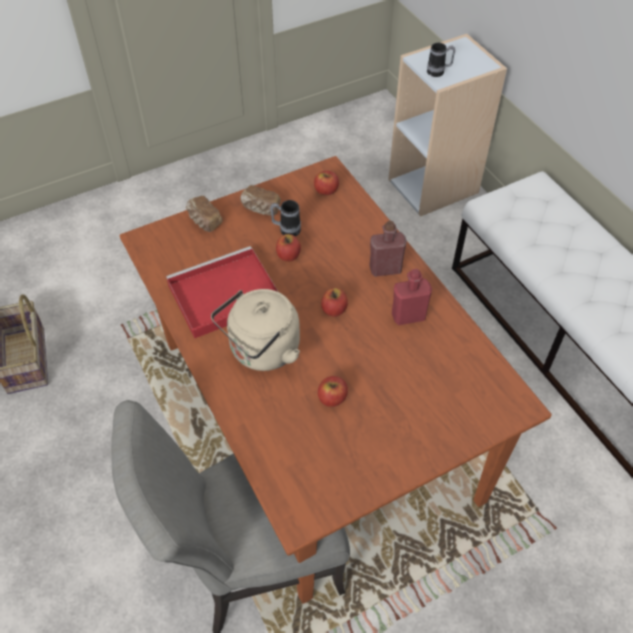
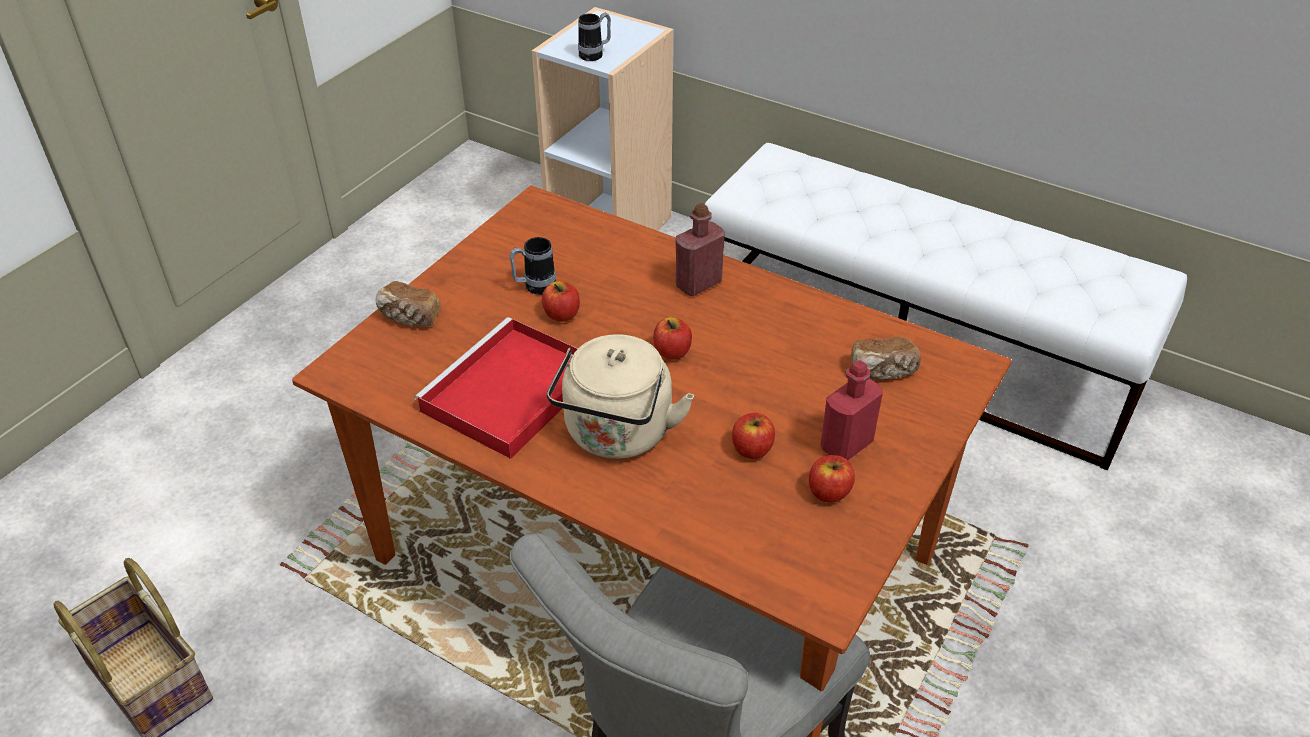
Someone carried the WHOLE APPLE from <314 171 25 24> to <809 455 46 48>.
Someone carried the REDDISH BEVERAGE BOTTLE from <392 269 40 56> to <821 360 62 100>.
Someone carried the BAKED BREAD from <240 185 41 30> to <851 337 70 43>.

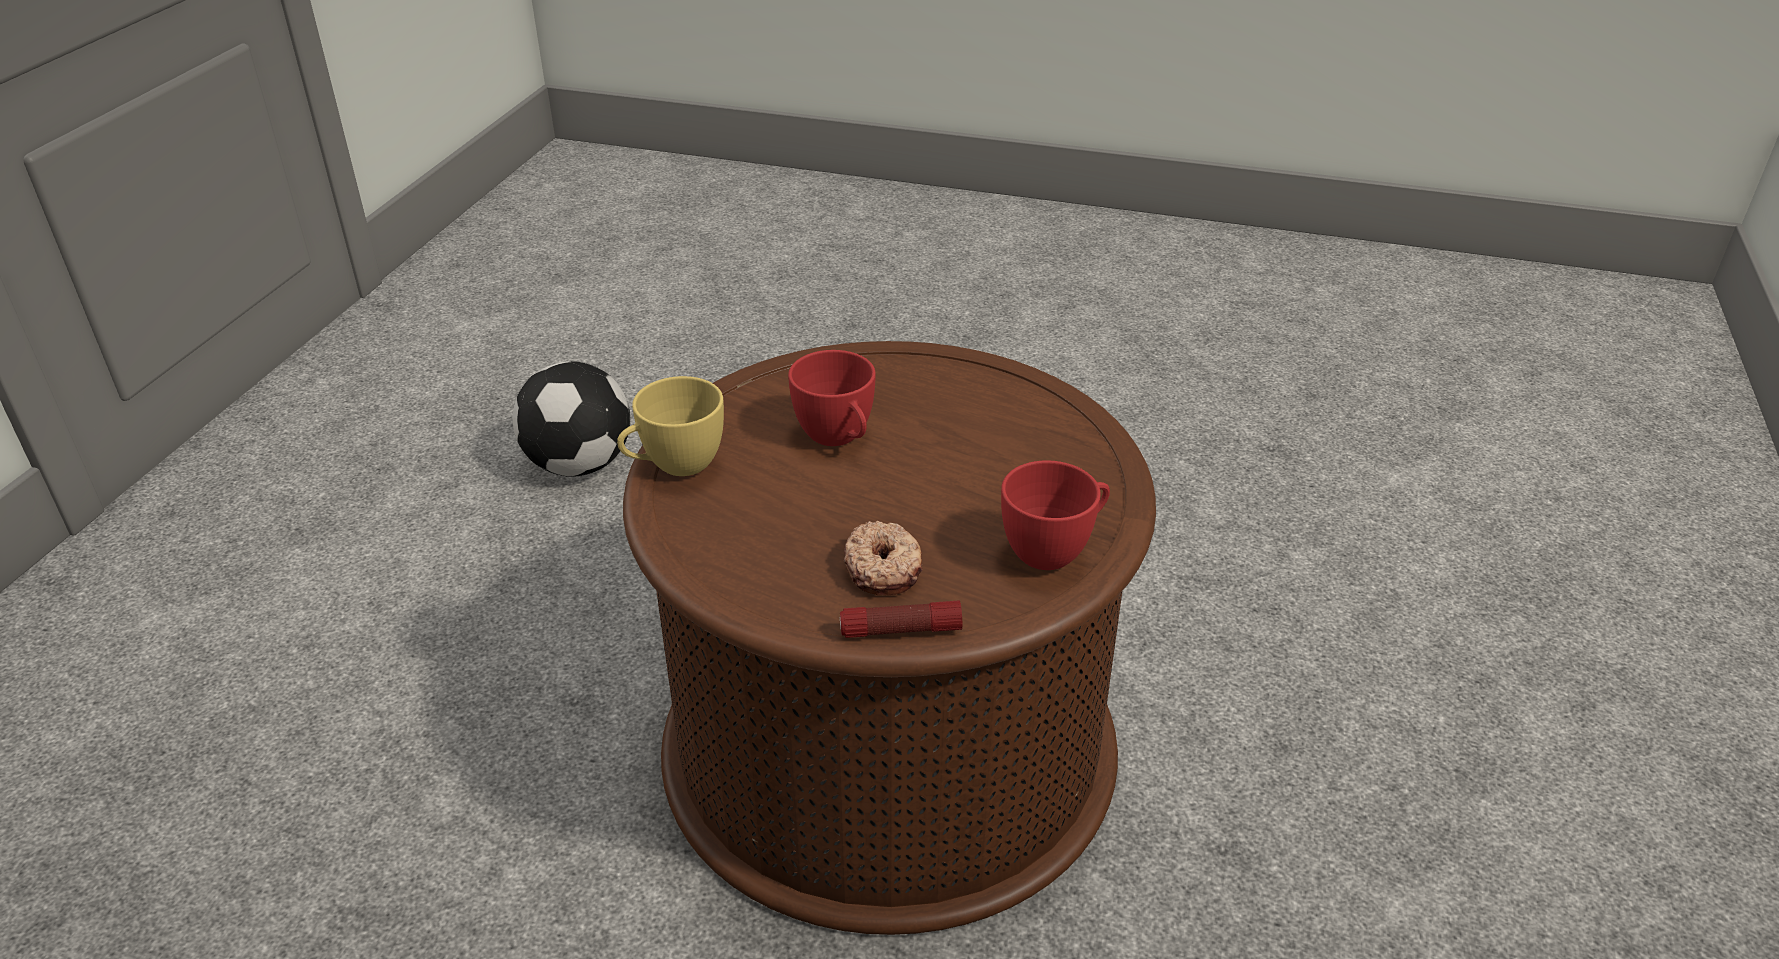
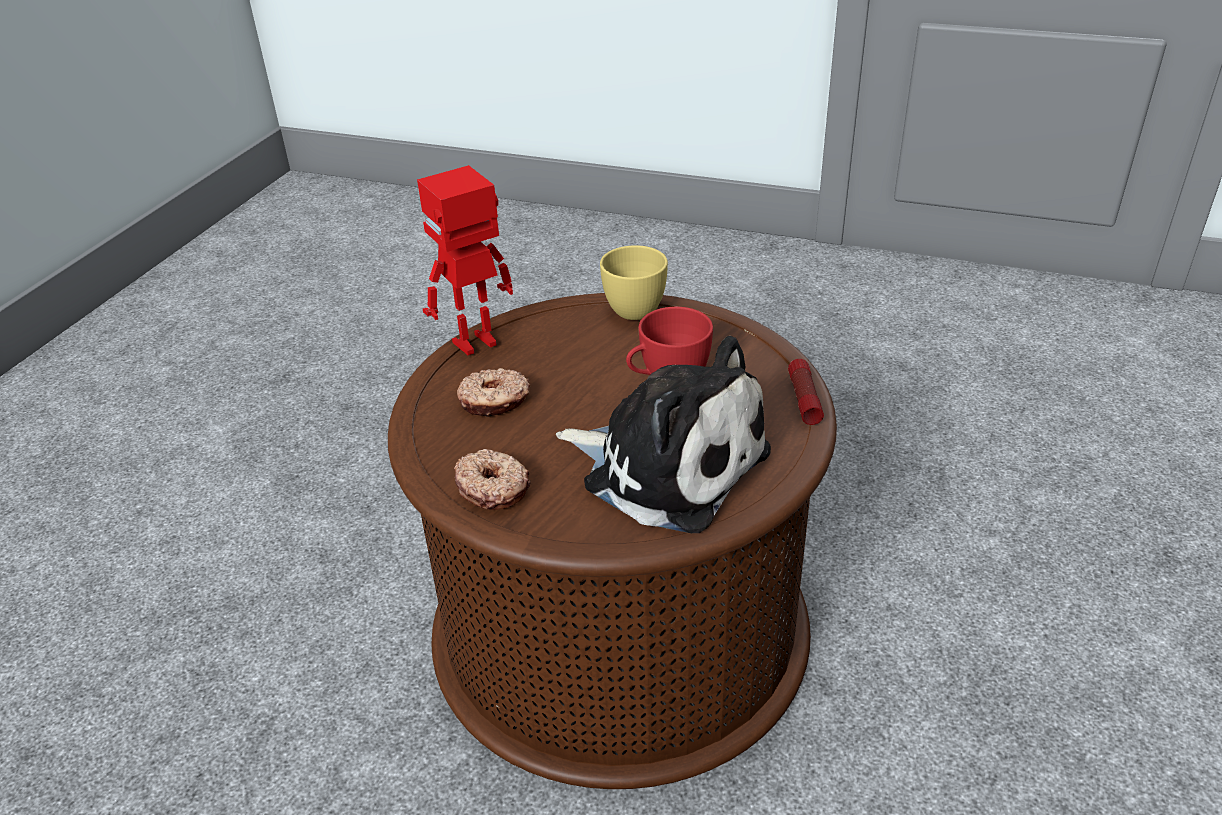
Someone put down the MODEL ROBOT at <417 165 96 190>.
Someone swapped the REDDISH CUP at <1001 460 109 110> for the RING DOUGHNUT at <454 449 77 61>.
Someone put down the PLUSH TOY at <556 336 215 197>.
Someone carried the TORCH from <840 601 122 37> to <788 359 36 66>.
Someone took away the BALL FOR FOOTBALL at <513 361 117 116>.

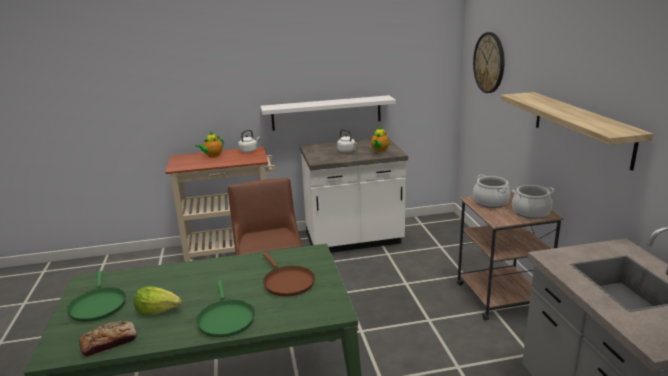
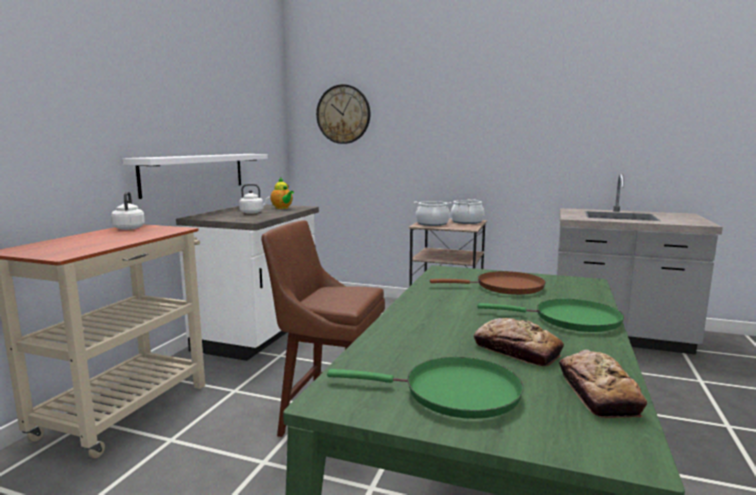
Someone swapped the LETTUCE HEAD at <134 286 48 29> for the BAKED BREAD at <474 318 90 48>.
Someone took away the TEA POT at <195 131 29 26>.
Someone took away the WALL SHELF at <501 92 152 79>.

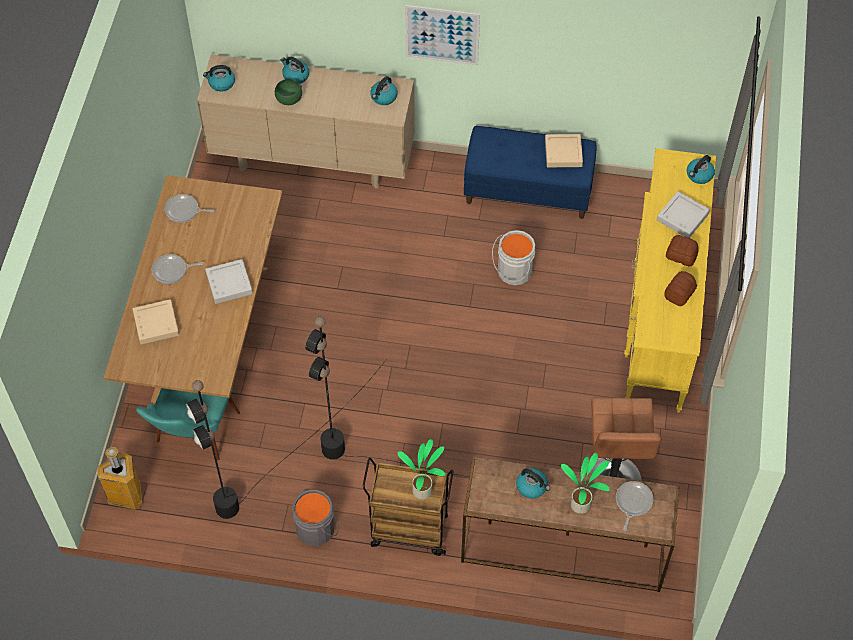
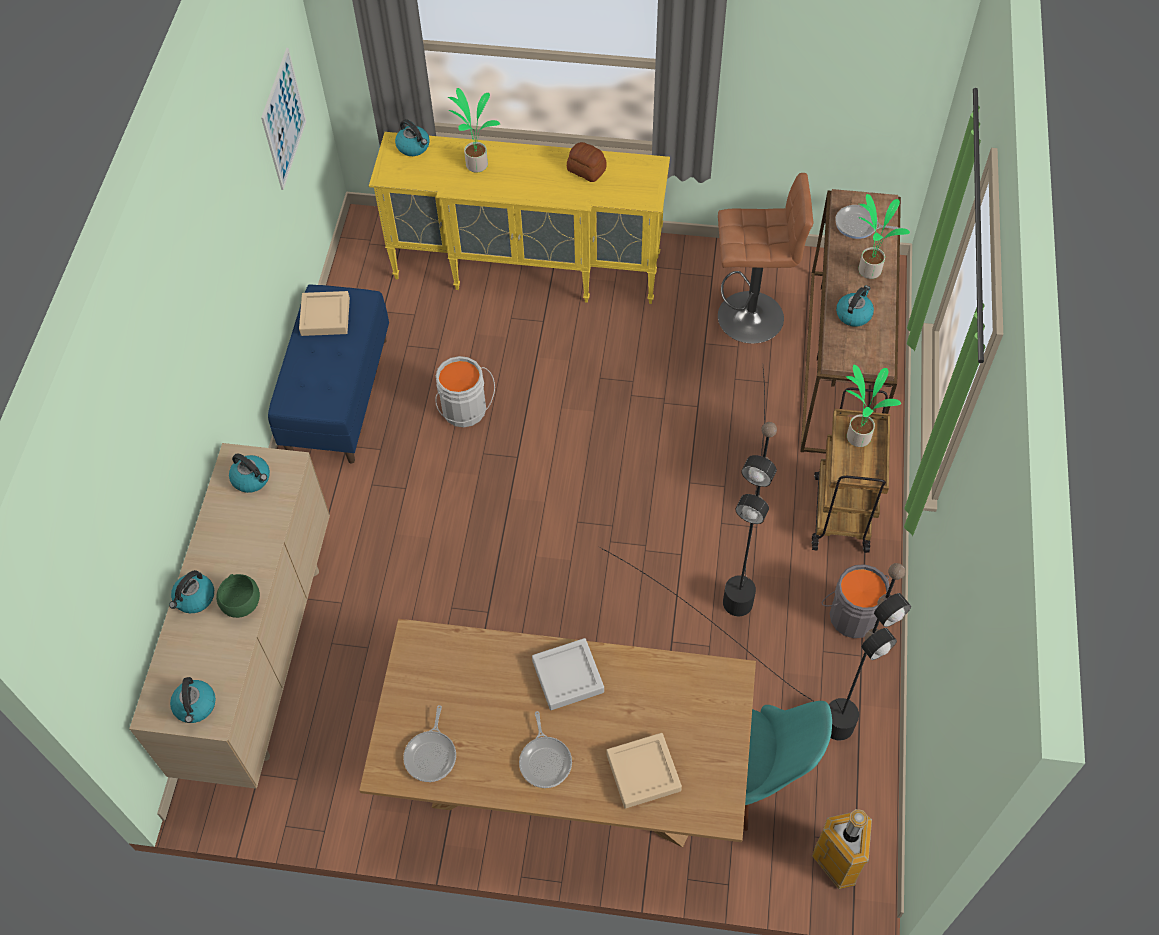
Someone carried the WALL PICTURE from <405 5 75 60> to <261 48 46 142>.
Someone swapped the GRAY SERVING TRAY at <657 191 53 47> for the POTTED PLANT at <447 88 53 85>.
Someone took away the BAKED BREAD at <666 235 33 31>.

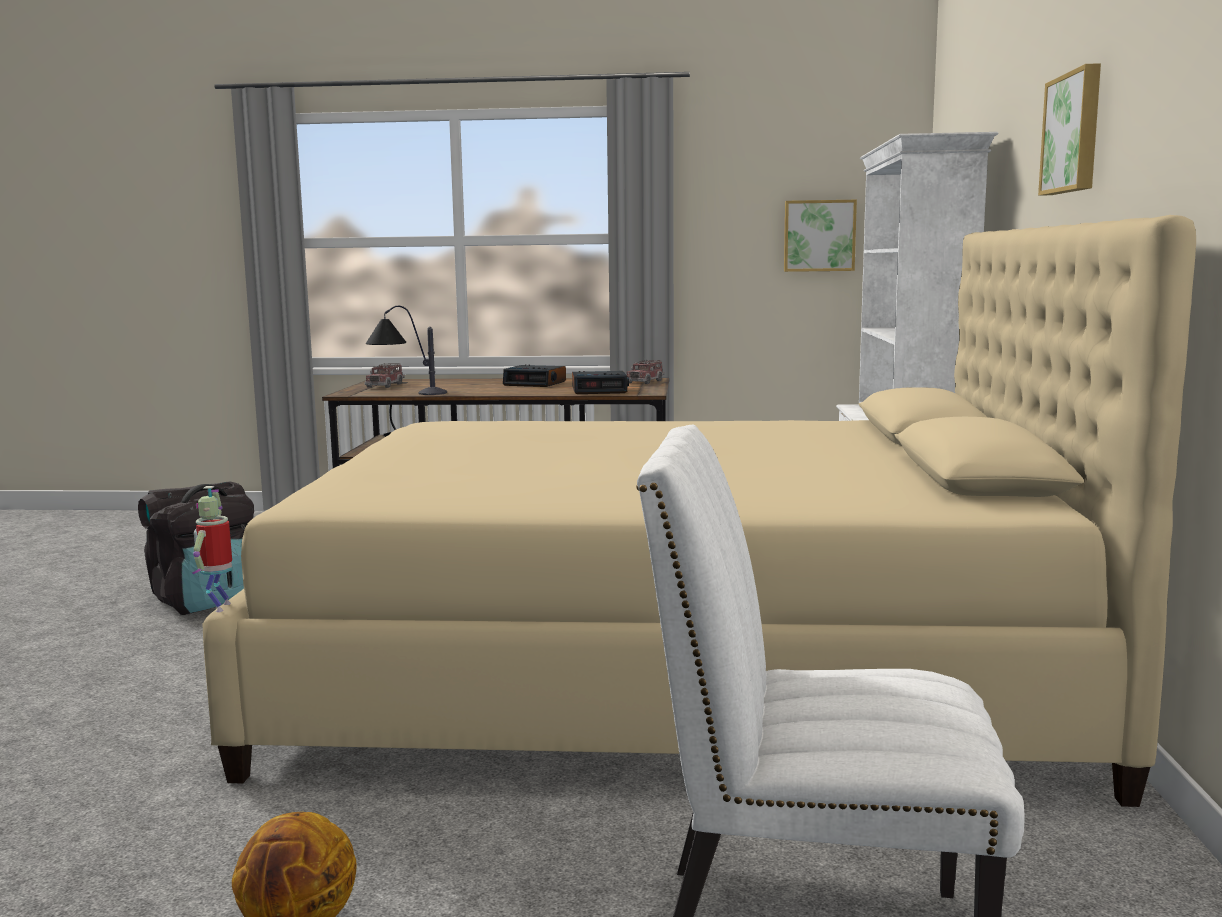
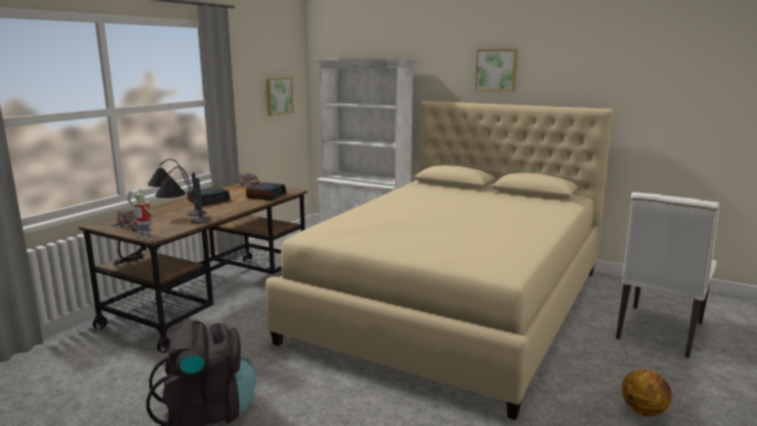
Someone carried the MODEL ROBOT from <192 486 41 126> to <128 188 26 52>.
Someone put down the LAMP FOR A TABLE at <148 159 59 57>.

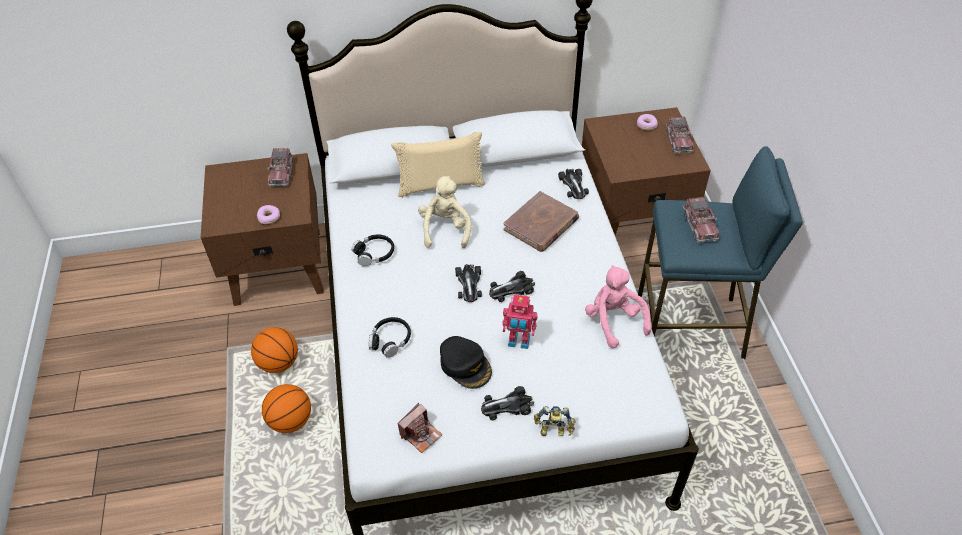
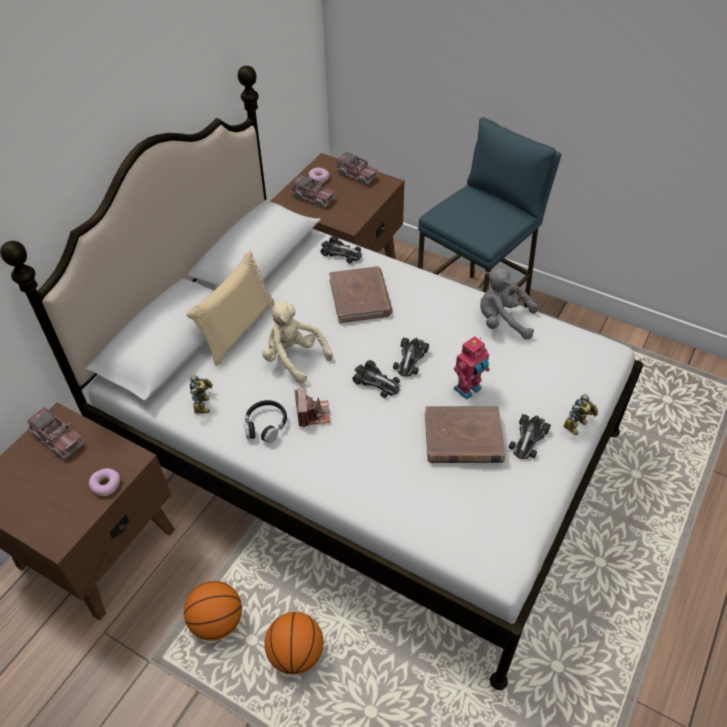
Someone put down the MODEL ROBOT at <190 375 23 38>.
Someone carried the MODEL TRUCK from <682 197 38 46> to <290 175 46 33>.
Someone carried the STILL CAMERA from <398 403 44 50> to <294 388 36 39>.
Someone swapped the BLACK-COLOURED PEAKED CAP at <440 336 52 53> for the BROWN VOLUME at <425 406 80 57>.
Someone repainted the PINKISH PLUSH TOY at <585 265 66 83>, which became the GRAY PLUSH TOY at <480 268 58 72>.
Someone took away the BLACK-COLOURED PAIR OF HEADPHONES at <369 317 42 41>.

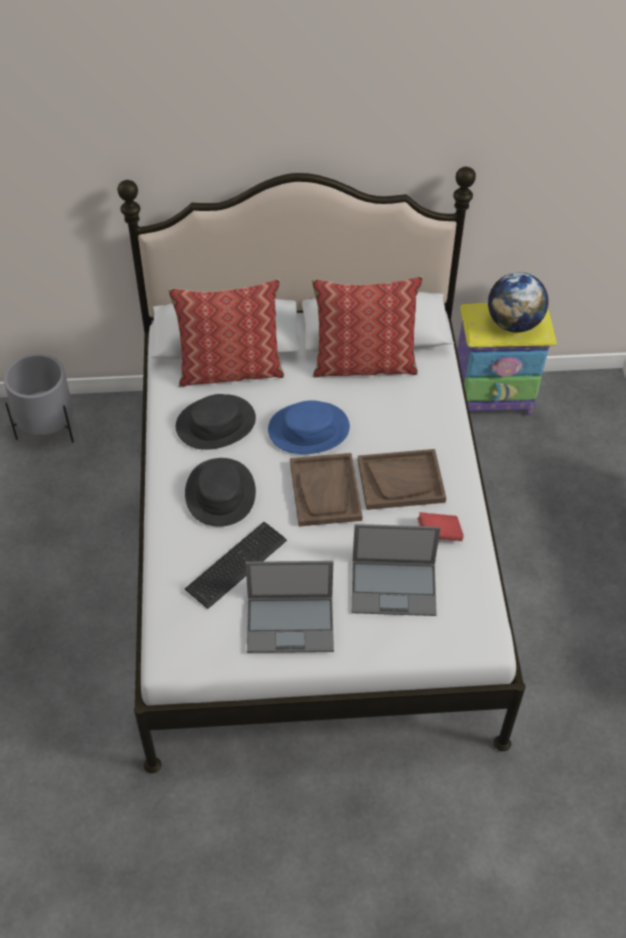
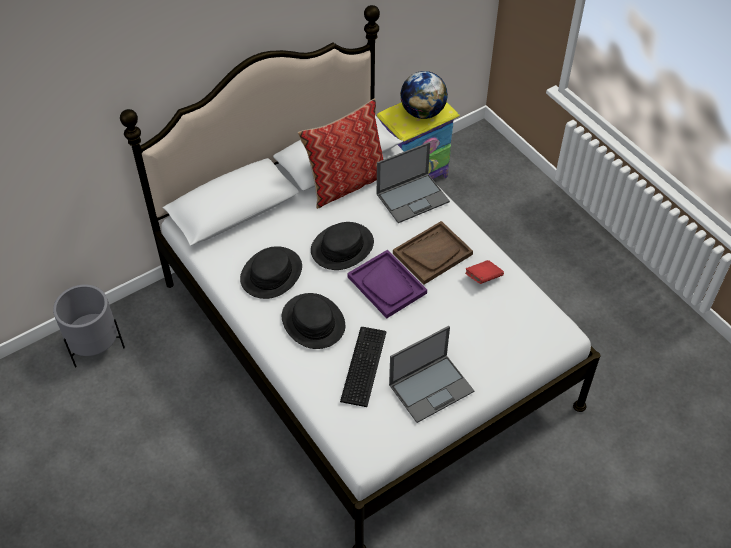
Someone repainted the BLUISH CLOTHING HAT at <268 400 82 54>, which became the BLACK-COLOURED CLOTHING HAT at <311 222 63 48>.
Someone repainted the BROWN SERVING TRAY at <290 453 72 74>, which became the PURPLE SERVING TRAY at <347 250 80 69>.
Someone carried the NOTEBOOK COMPUTER from <352 524 88 92> to <376 142 74 81>.
Someone took away the THROW PILLOW at <168 279 116 108>.

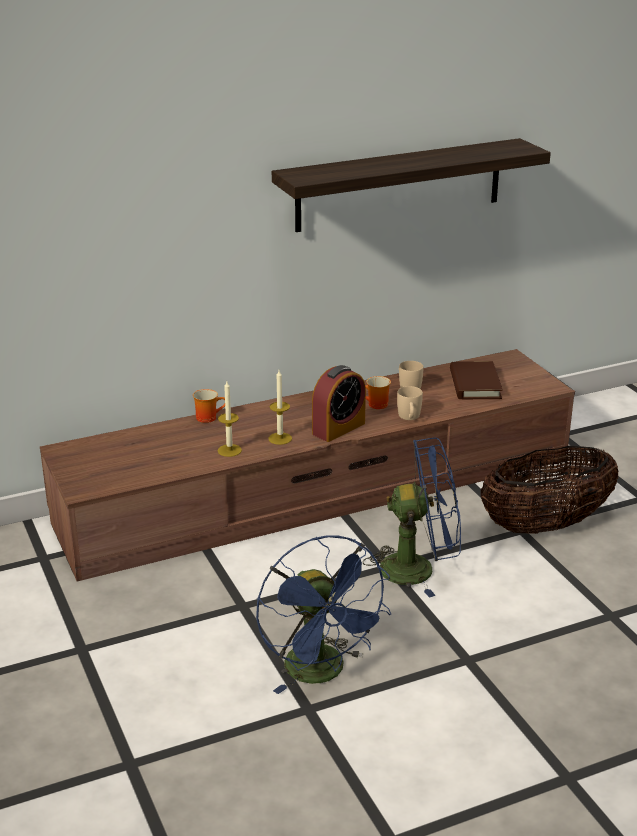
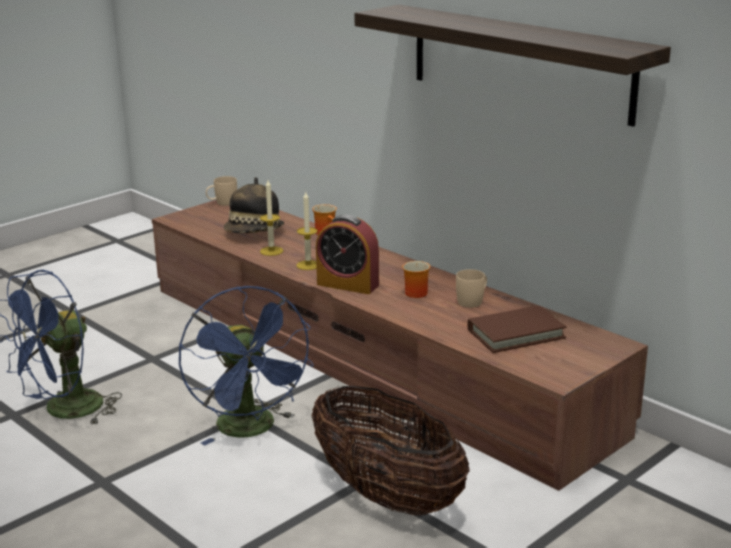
Someone carried the SAND-COLOURED MUG from <397 386 26 34> to <206 176 31 30>.
Someone put down the CLOTHING HAT at <224 177 60 56>.

